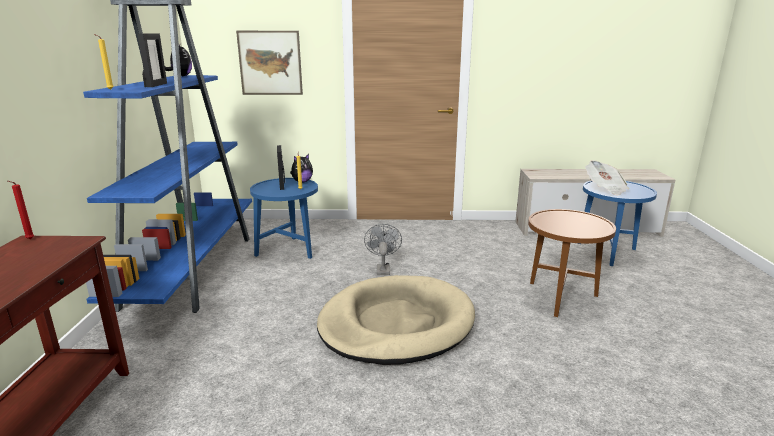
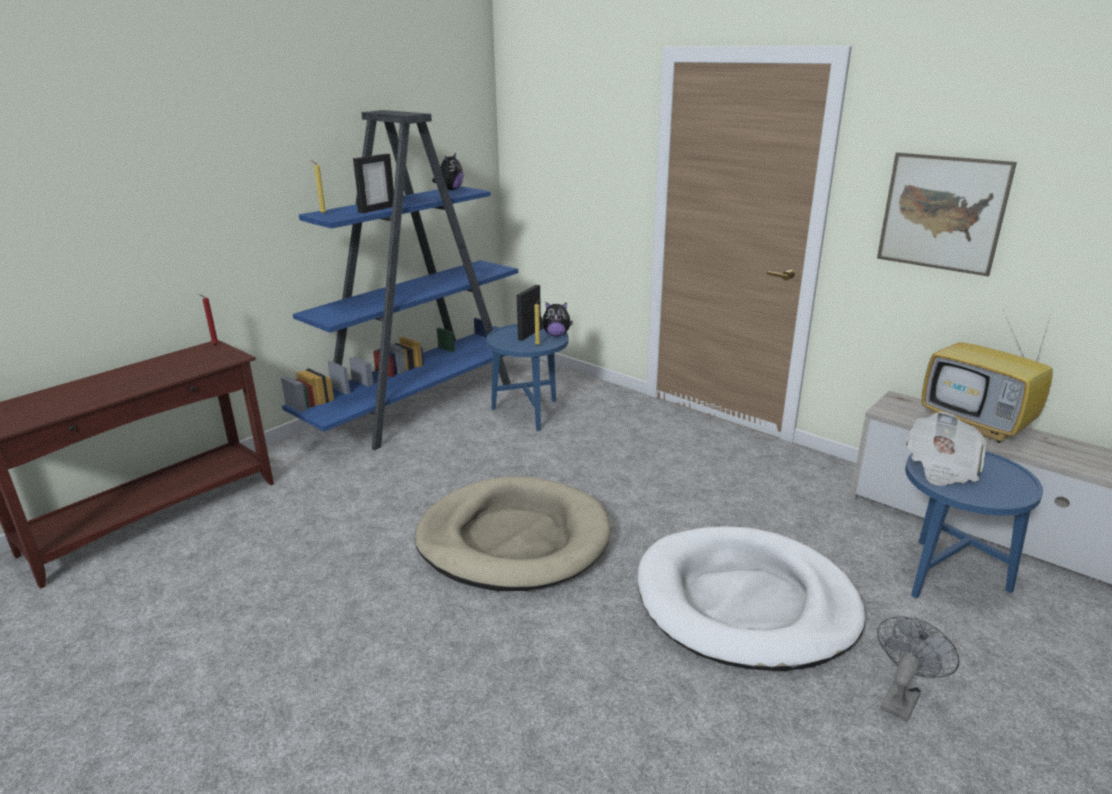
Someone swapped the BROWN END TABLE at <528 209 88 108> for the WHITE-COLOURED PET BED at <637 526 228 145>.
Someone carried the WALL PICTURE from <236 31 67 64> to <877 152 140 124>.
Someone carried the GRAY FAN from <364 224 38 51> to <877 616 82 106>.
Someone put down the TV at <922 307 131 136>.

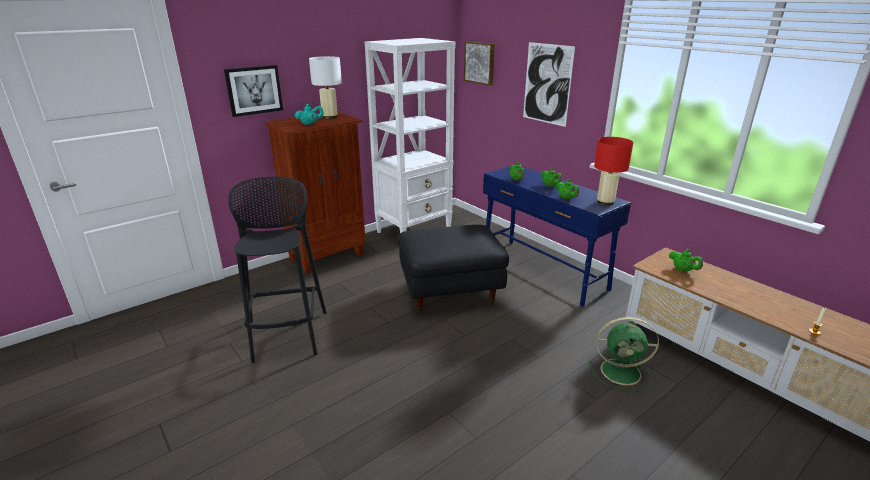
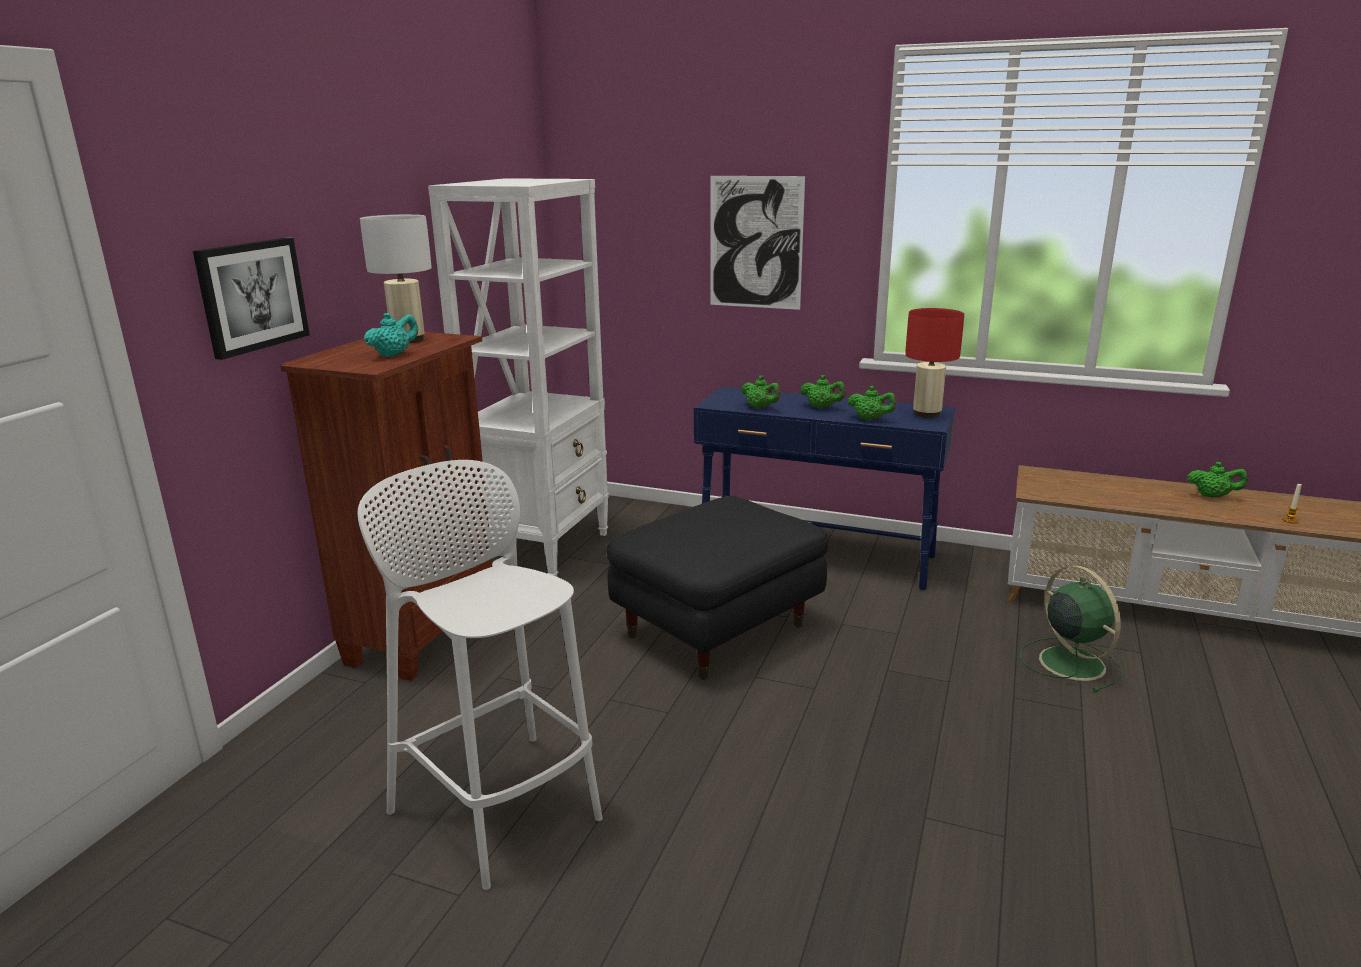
Someone repainted the BLACK-COLOURED SITTING STOOL at <228 177 99 186>, which became the WHITE-COLOURED SITTING STOOL at <357 460 246 430>.
Someone rotated the GREENISH FAN at <589 317 70 75> by 90 degrees counterclockwise.
Someone carried the GREENISH TEA POT from <669 249 34 22> to <1187 462 61 36>.
Someone took away the WALL PICTURE at <464 41 31 45>.

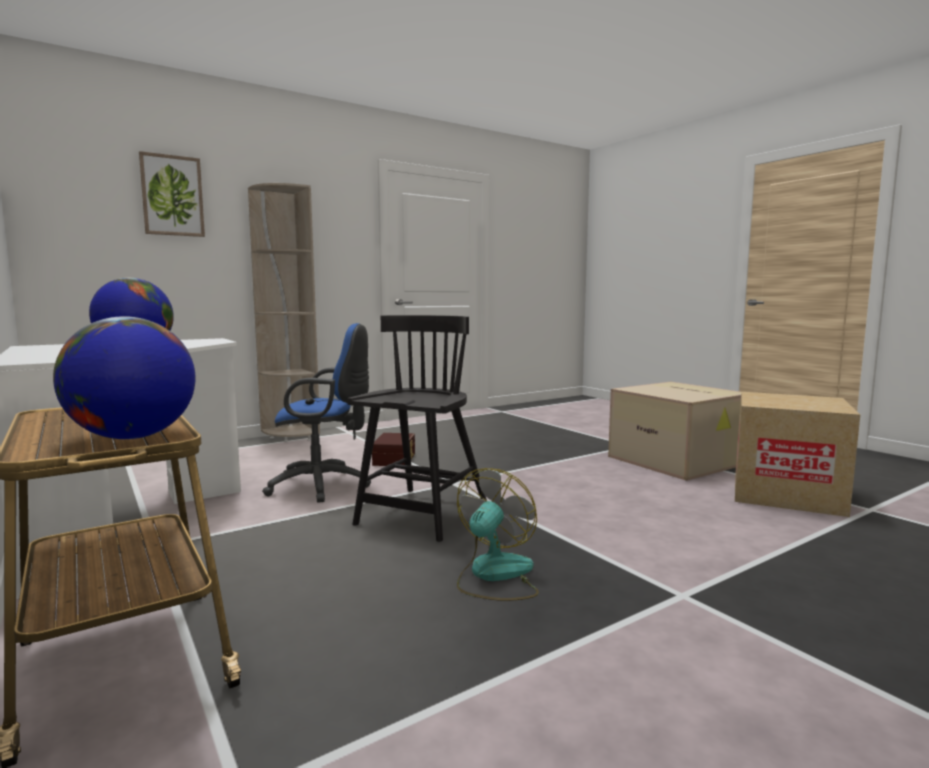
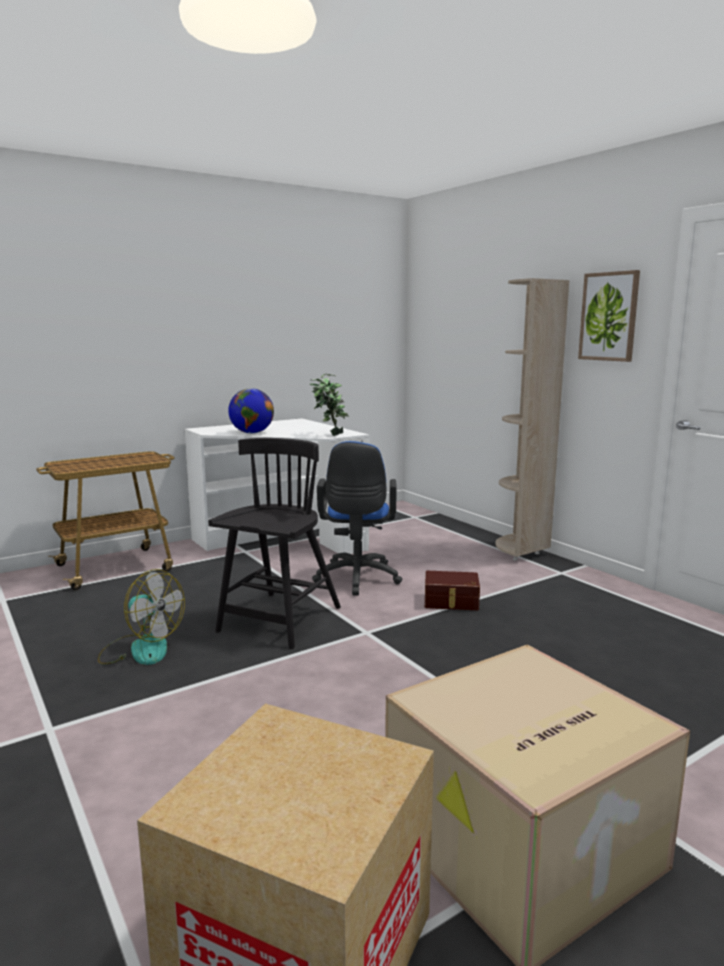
Someone rotated the BLACK-COLOURED UPRIGHT CHAIR at <348 315 139 227> by 90 degrees counterclockwise.
Someone put down the POTTED PLANT at <310 373 39 63>.
Someone carried the WALL PICTURE from <139 151 66 86> to <578 270 62 92>.
Someone took away the DESK GLOBE at <53 316 142 123>.

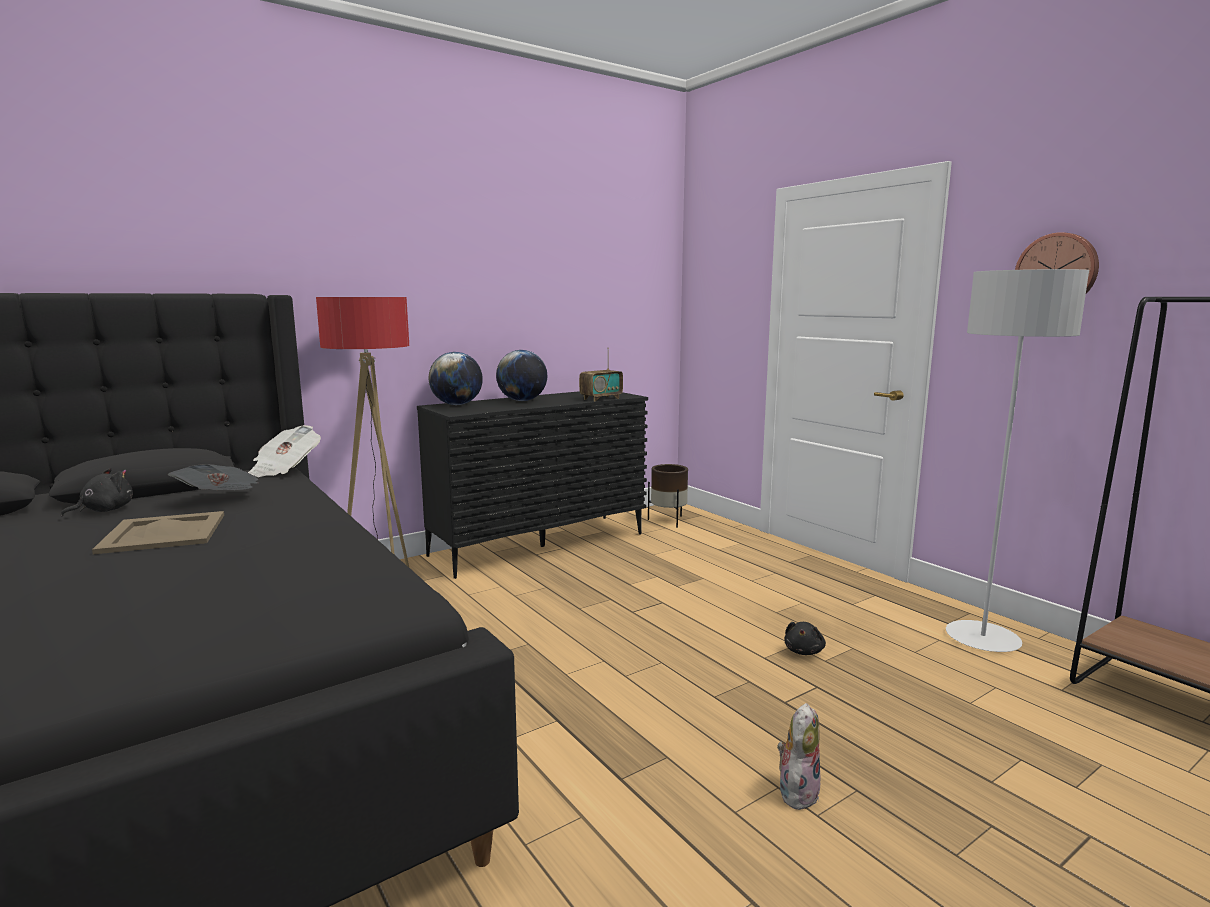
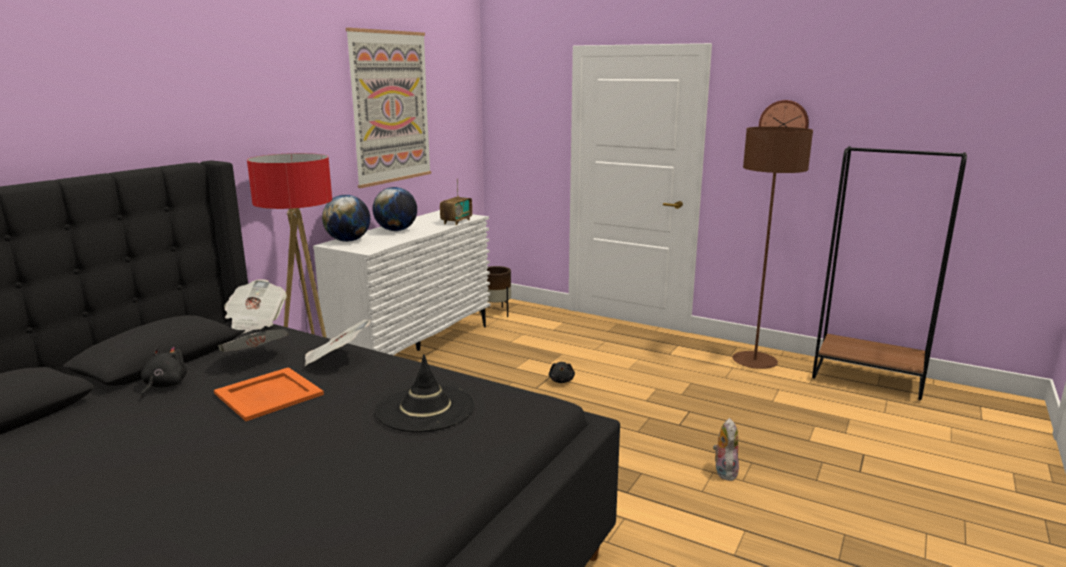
Someone repainted the SAND-COLOURED SERVING TRAY at <92 511 132 43>, which became the ORANGEY SERVING TRAY at <214 367 110 54>.
Someone put down the NEWSPAPER at <304 319 67 47>.
Someone repainted the BLACK-COLOURED CHEST OF DRAWERS at <417 391 231 188>, which became the WHITE-COLOURED CHEST OF DRAWERS at <313 210 177 145>.
Someone put up the WALL PICTURE at <346 28 85 160>.
Someone put down the BLACK-COLOURED CLOTHING HAT at <375 354 100 78>.
Someone carried the BLACK-COLOURED PLUSH TOY from <784 622 42 33> to <549 362 26 21>.
Someone repainted the GRAY STANDING LAMP at <946 269 143 383>, which became the BROWN STANDING LAMP at <732 127 81 242>.

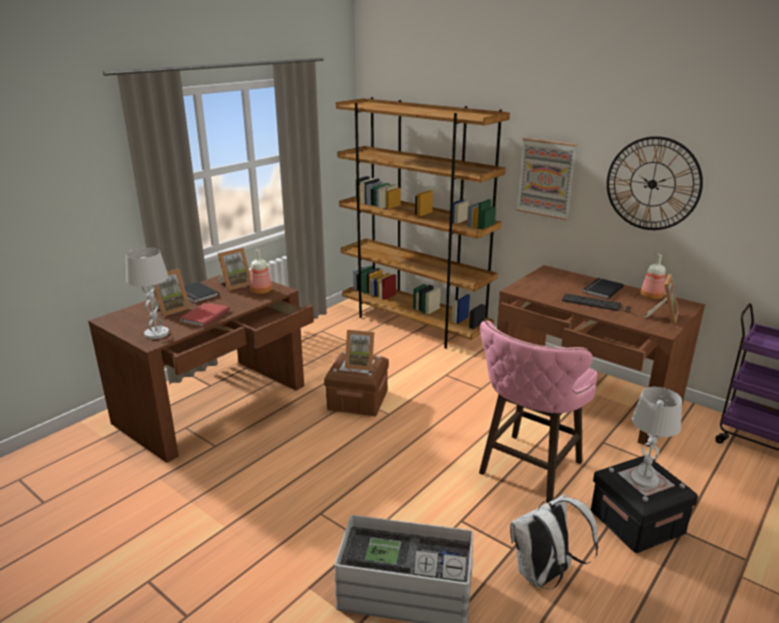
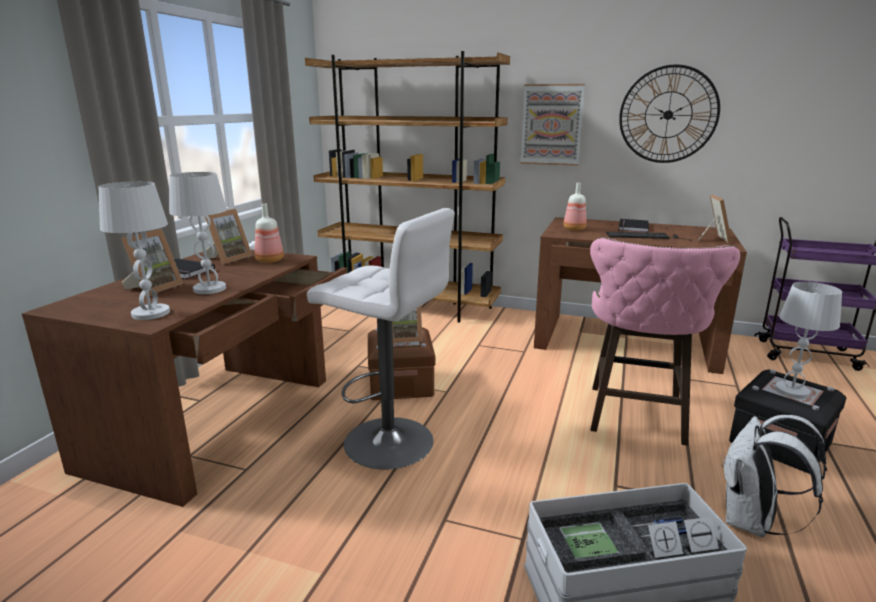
Someone swapped the REDDISH VOLUME at <179 302 50 25> for the WHITE-COLOURED LAMP FOR A TABLE at <169 172 58 122>.
Someone put down the WHITE-COLOURED SITTING STOOL at <307 208 148 261>.
Someone carried the BEVERAGE BOTTLE from <641 254 25 46> to <563 183 24 48>.

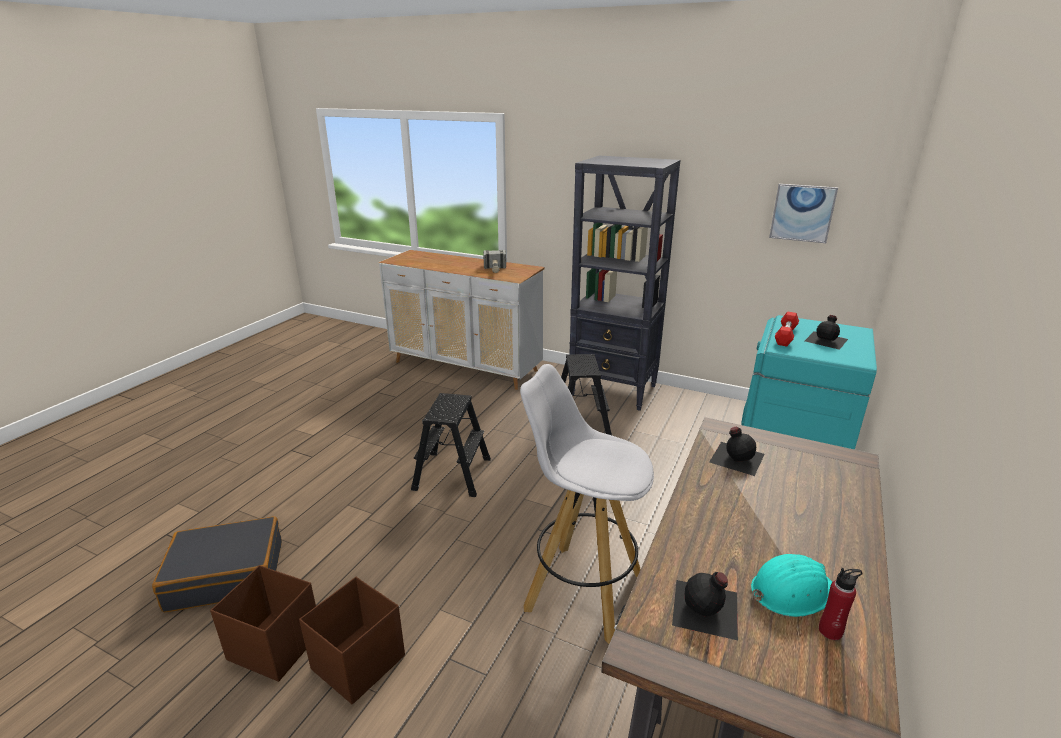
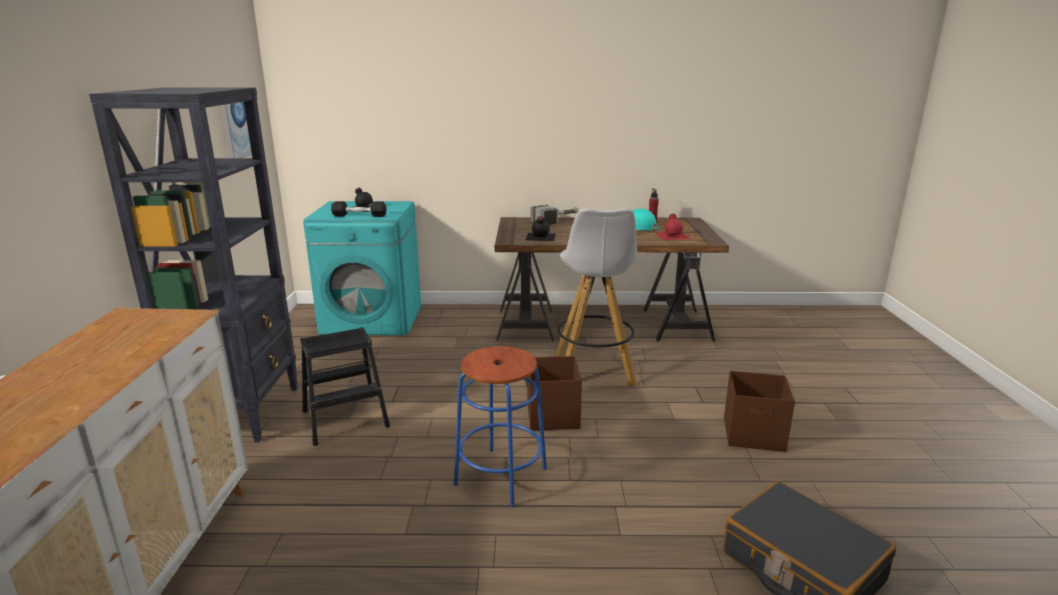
Someone repainted the REDDISH DUMBBELL at <775 312 24 34>, which became the BLACK-COLOURED DUMBBELL at <331 201 55 16>.
Someone swapped the BLACK-COLOURED STEPLADDER at <411 393 80 104> for the BLUISH SITTING STOOL at <454 346 93 161>.
Someone carried the BROWN STORAGE BIN from <210 565 106 117> to <525 356 57 74>.
Someone carried the HAND HAMMER from <483 250 23 23> to <531 205 47 20>.
Someone repainted the BLACK-COLOURED BEVERAGE BOTTLE at <672 572 66 68>, which became the REDDISH BEVERAGE BOTTLE at <655 214 36 26>.

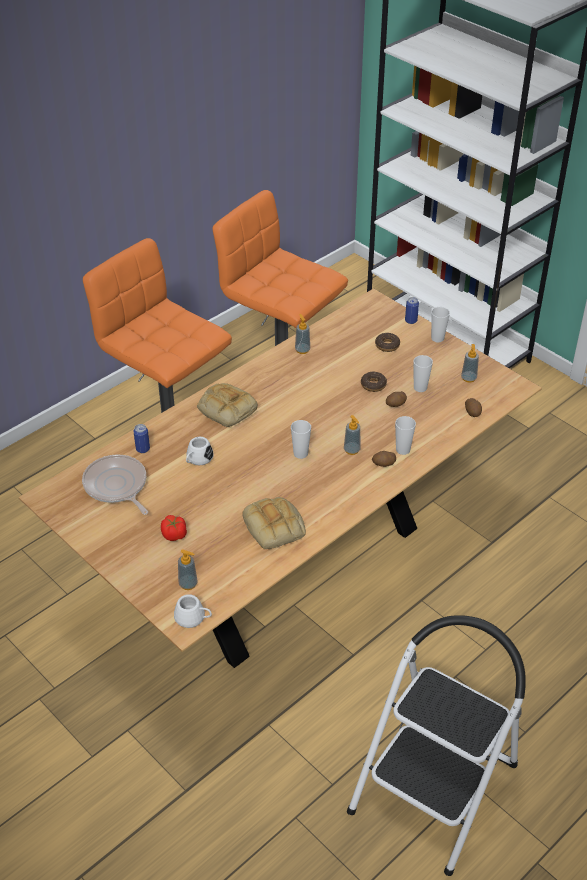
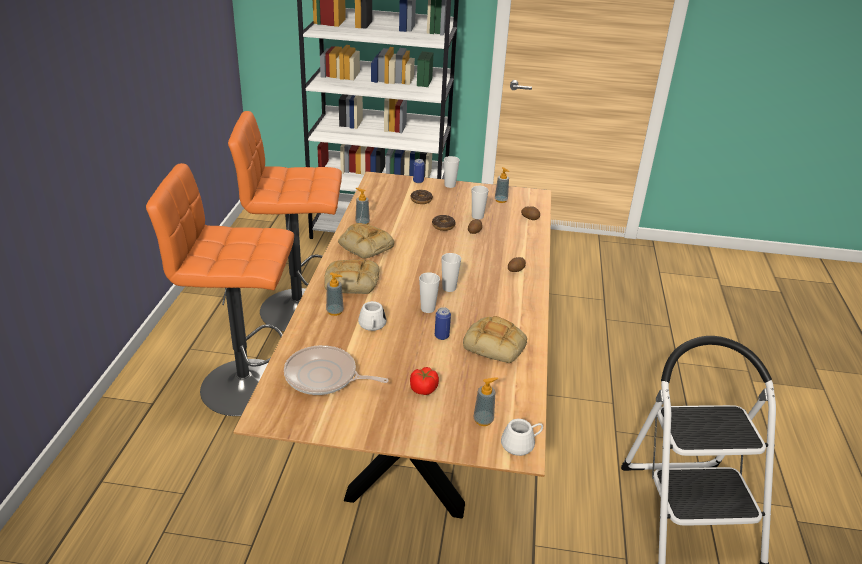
Someone carried the SOAP BOTTLE from <344 415 17 40> to <326 272 18 44>.
Someone put down the BAKED BREAD at <338 223 56 36>.
Someone carried the CUP from <395 416 21 39> to <419 272 21 41>.
Someone carried the METAL CAN from <133 424 17 29> to <435 307 16 33>.

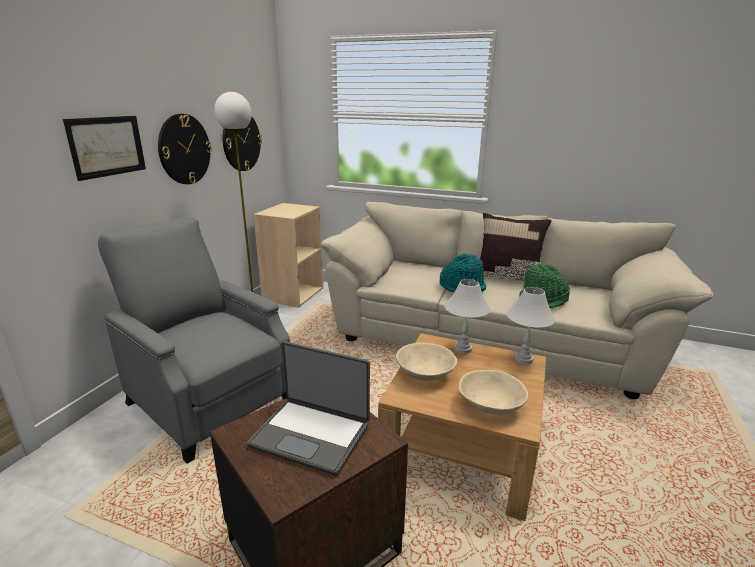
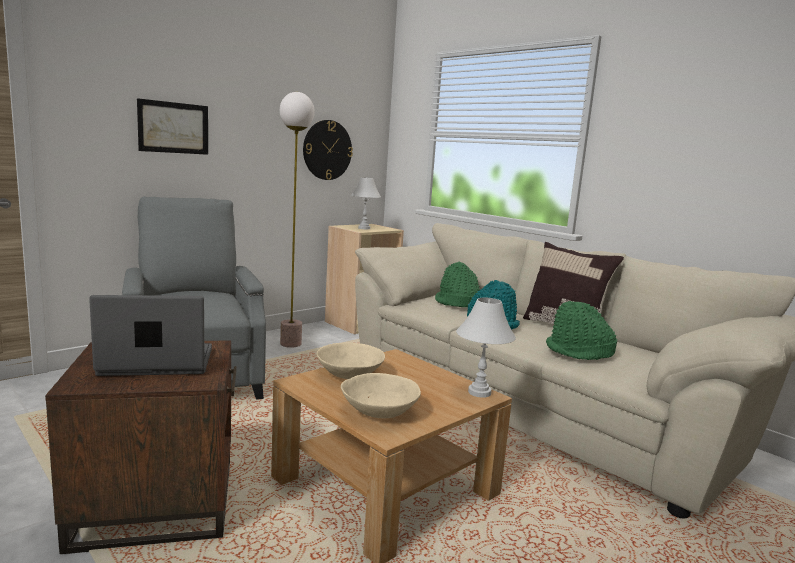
Someone rotated the NOTEBOOK COMPUTER at <247 341 123 135> by 120 degrees clockwise.
Someone carried the WHITE-COLOURED LAMP FOR A TABLE from <444 279 46 75> to <351 177 30 52>.
Someone put down the GREENISH CLOTHING HAT at <435 262 45 45>.
Someone took away the HANGING CLOCK at <158 114 54 70>.

